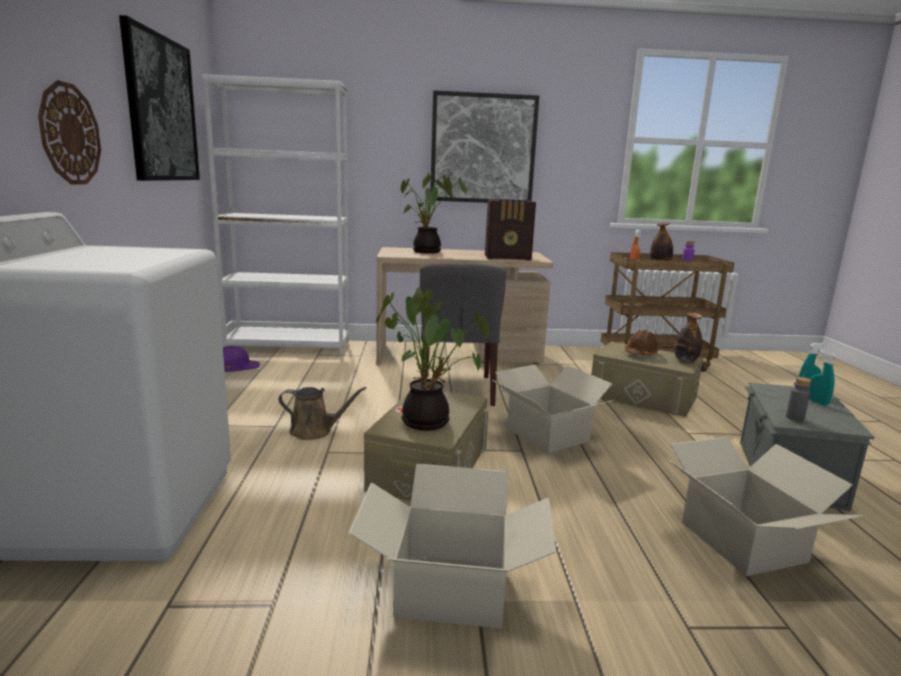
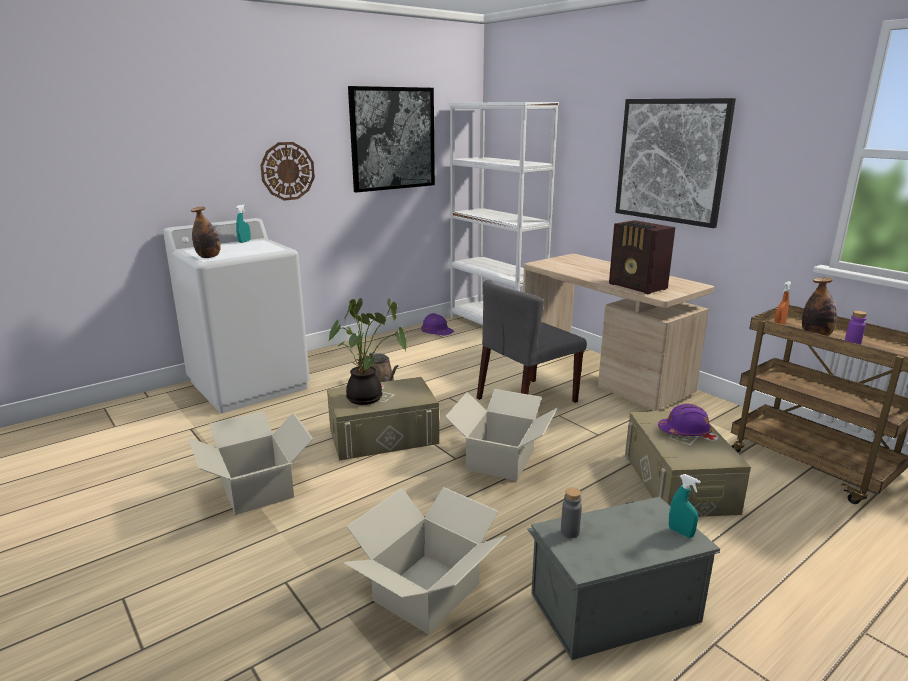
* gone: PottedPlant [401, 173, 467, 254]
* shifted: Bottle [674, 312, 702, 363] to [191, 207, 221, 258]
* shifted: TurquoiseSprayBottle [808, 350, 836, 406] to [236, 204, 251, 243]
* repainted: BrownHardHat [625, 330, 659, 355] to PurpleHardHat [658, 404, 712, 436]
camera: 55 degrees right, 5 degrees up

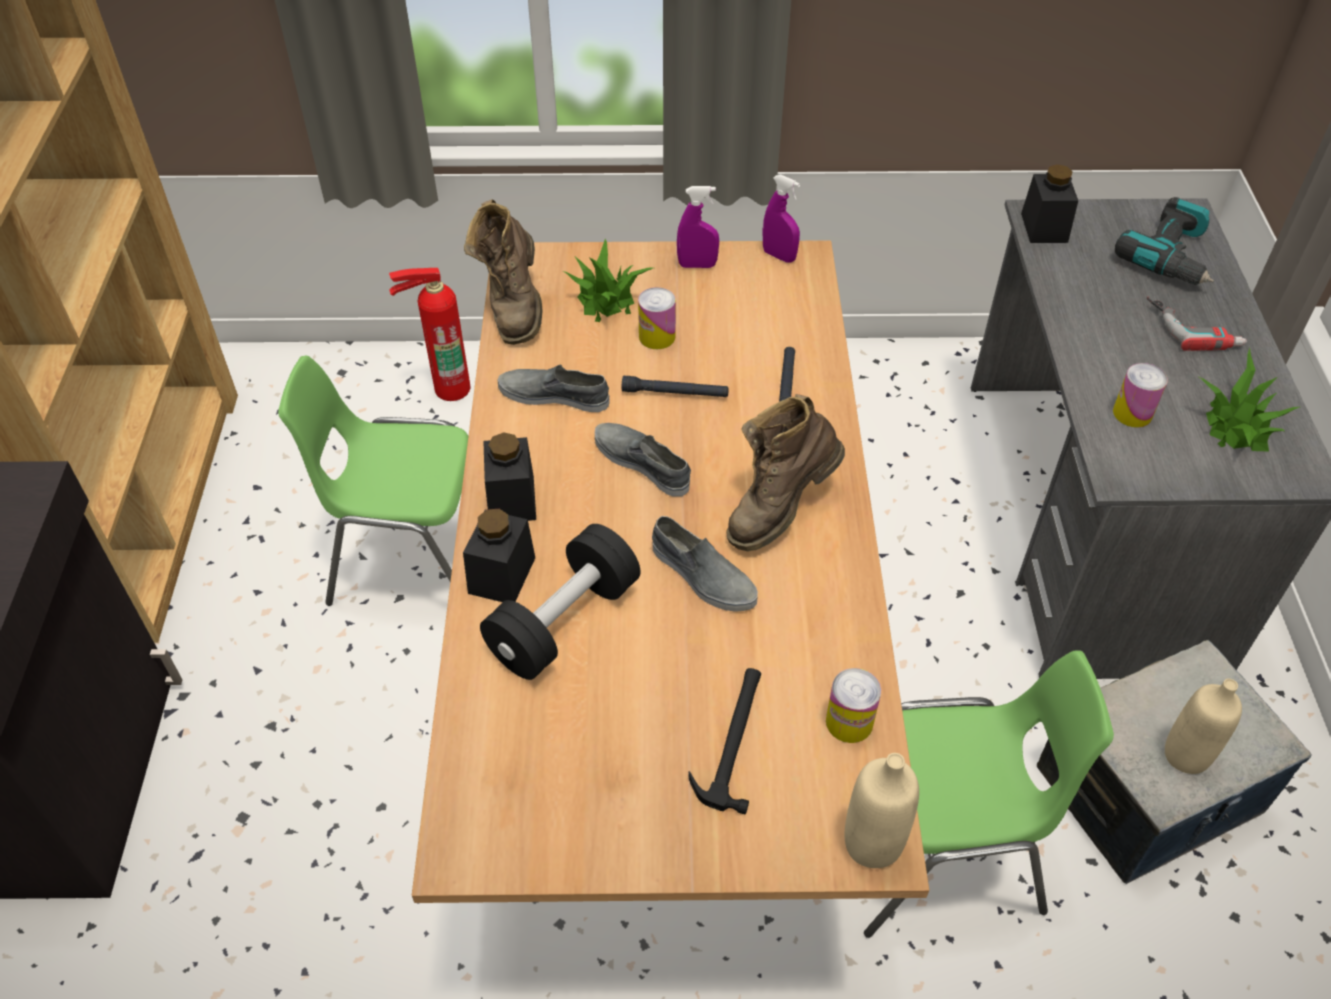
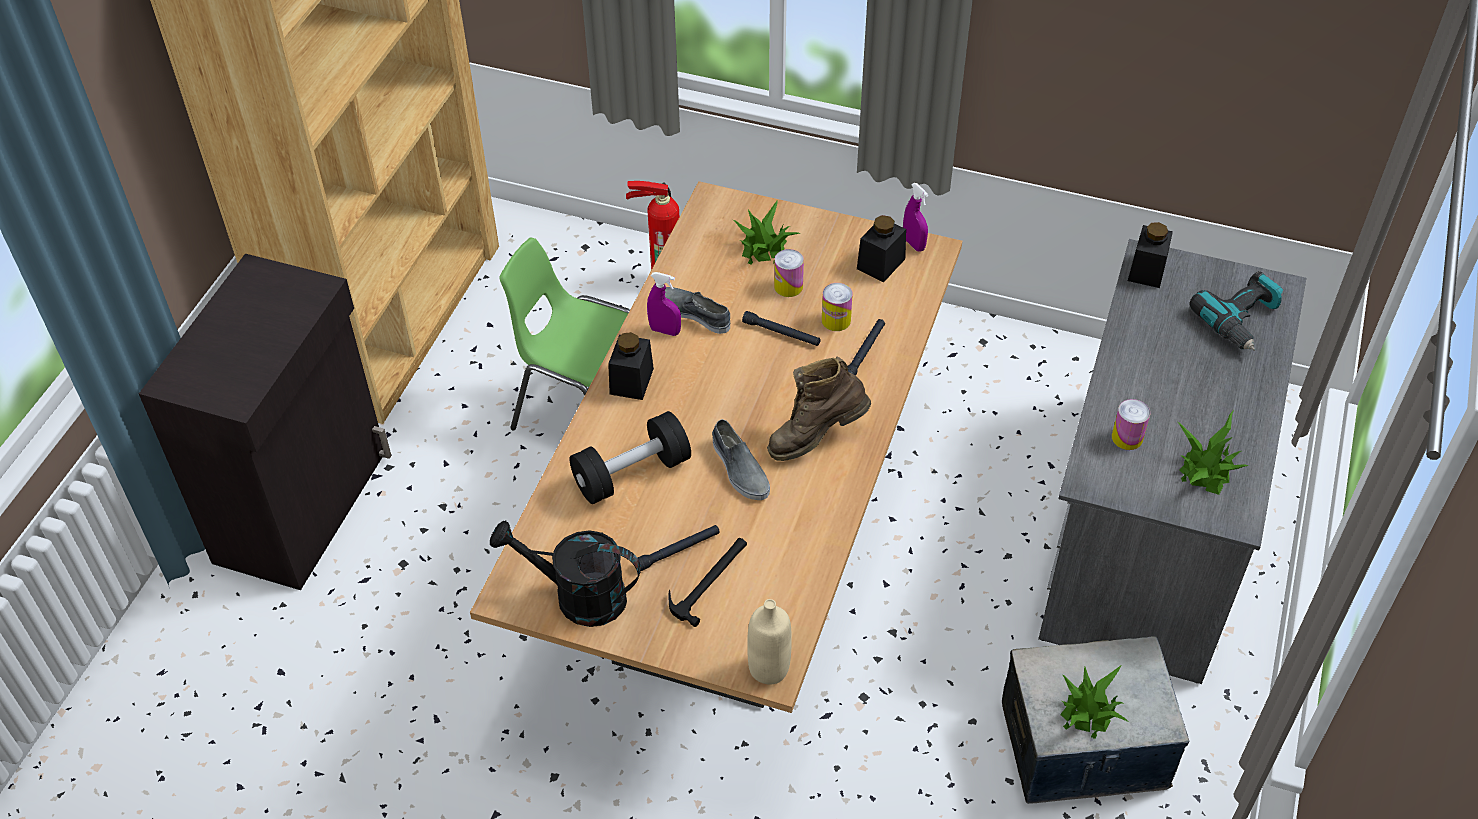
* gone: BrownBoot [464, 199, 543, 345]
* gone: GreyShoe [595, 423, 691, 496]
* gone: GreenChair [864, 650, 1114, 938]
* gone: PowerDrill [1147, 296, 1247, 351]
* new: BlackWateringCan [490, 520, 641, 627]
* new: BlackFlashlight [638, 525, 720, 571]
* shifted: BlackJar [463, 509, 535, 602] to [857, 215, 906, 282]
* shifted: PurpleSprayBottle [677, 186, 719, 268] to [647, 272, 681, 336]
* shifted: Can [826, 668, 881, 743] to [822, 283, 853, 331]
* swapped: BeigeBottle [1165, 678, 1242, 774] to PottedPlant [1060, 666, 1128, 739]
camera: 20 degrees right, 0 degrees up

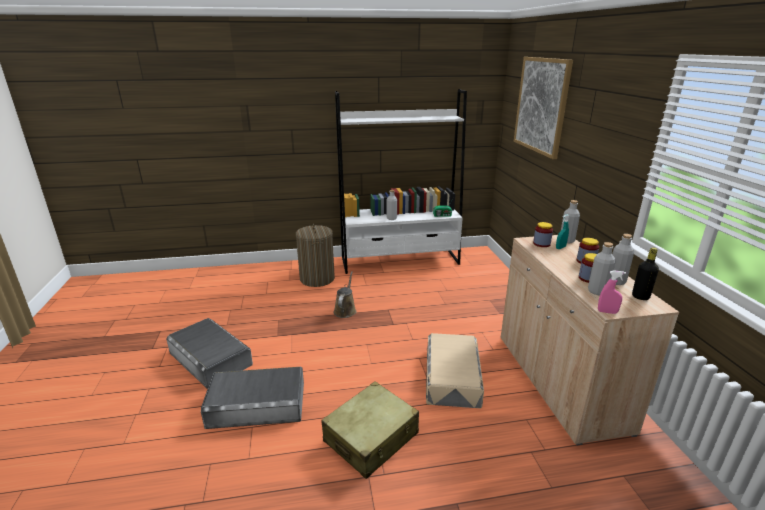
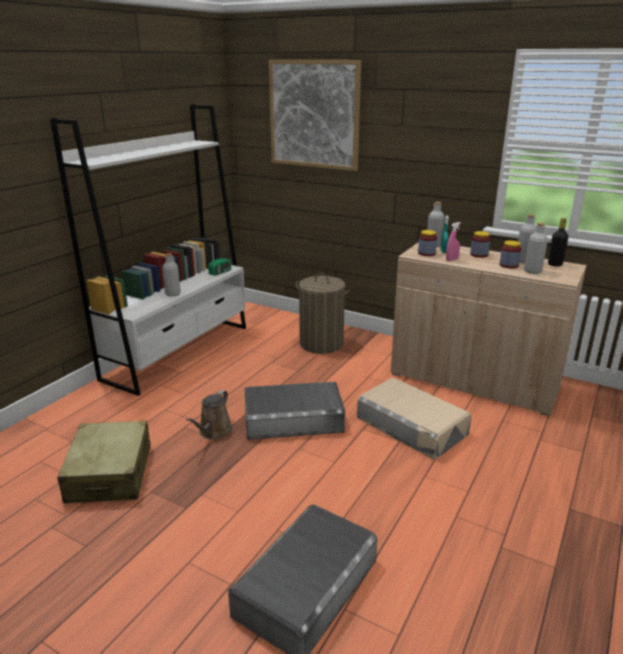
* shifted: GreyStorageBox [166, 318, 253, 389] to [245, 381, 345, 440]
* shifted: LaundryBasket [296, 223, 335, 287] to [296, 273, 350, 354]
* shifted: BeigeSuitcase [321, 381, 419, 479] to [57, 420, 151, 503]
* shifted: PinkSprayBottle [598, 270, 626, 314] to [446, 222, 461, 261]
* rotated: BrownWateringCan [333, 271, 356, 318] = [186, 390, 233, 440] 120 degrees counterclockwise
camera: 50 degrees left, 0 degrees up

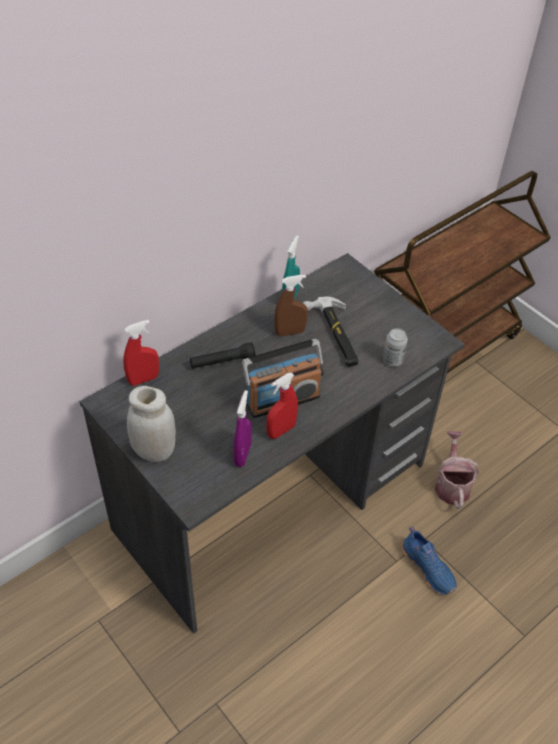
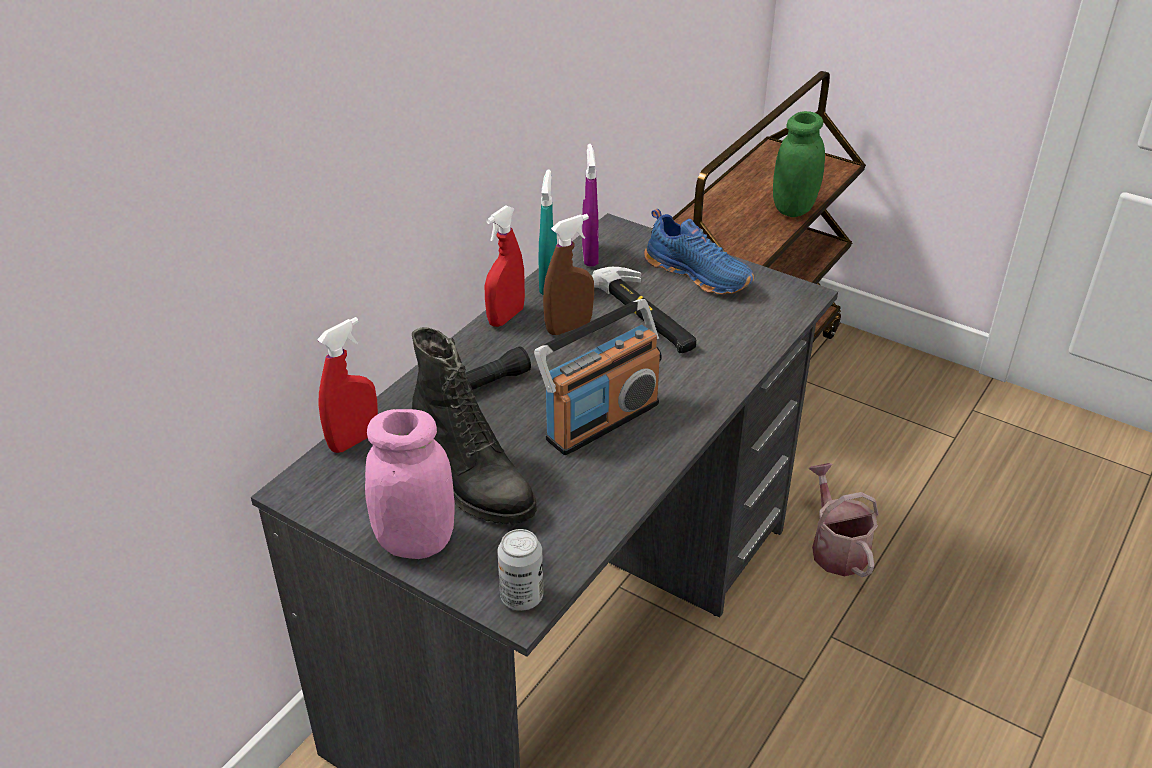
* new: BlackBoot [412, 327, 537, 525]
* new: GreenJar [773, 111, 825, 217]
* shifted: PurpleSprayBottle [234, 390, 252, 467] to [582, 144, 599, 266]
* shifted: RedSprayBottle [266, 372, 298, 439] to [485, 205, 525, 327]
* shifted: Can [383, 328, 408, 367] to [497, 529, 543, 611]
* shifted: BlueShoe [401, 526, 457, 595] to [644, 209, 754, 295]
* repainted: WhiteJar [127, 386, 176, 462] to PinkJar [365, 409, 455, 559]
camera: 15 degrees left, 10 degrees down

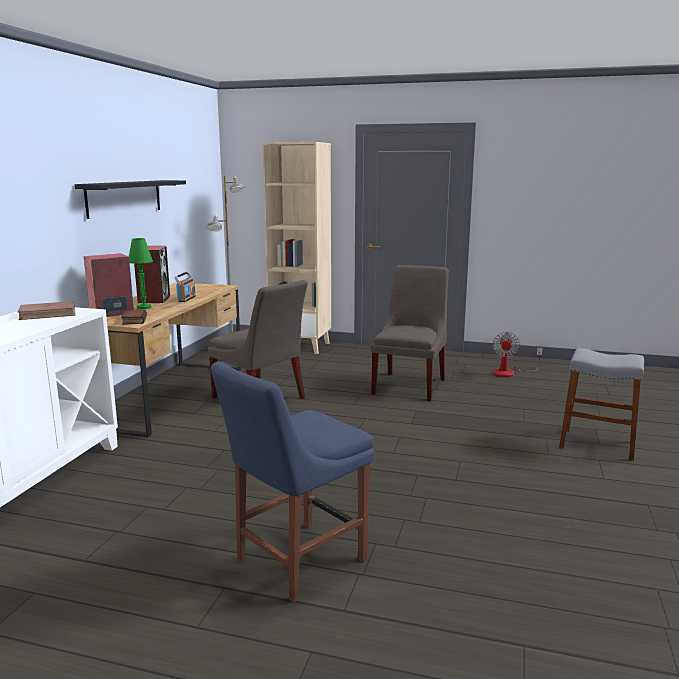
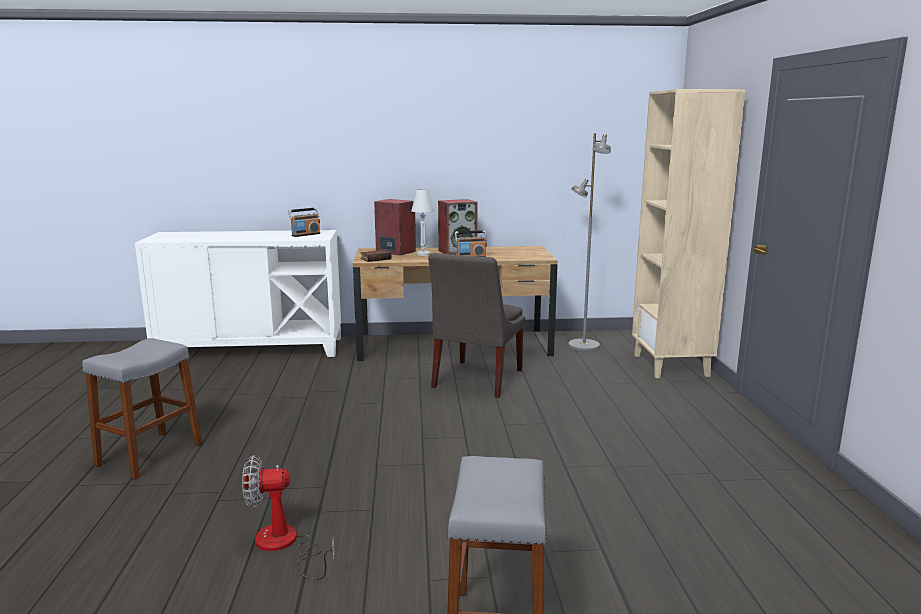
* gone: BlackShelf [75, 180, 186, 219]
* gone: GreyChair [371, 265, 449, 401]
* shifted: Fan [493, 332, 543, 377] to [242, 455, 334, 580]
* swapped: BrownBook [18, 301, 75, 320] to Radio [288, 208, 320, 237]
* swapped: BlueChair [211, 362, 374, 603] to GreyStool [82, 338, 202, 480]
* repainted: GreenTableLamp [129, 238, 153, 310] to WhiteTableLamp [411, 189, 434, 256]
camera: 70 degrees right, 0 degrees up

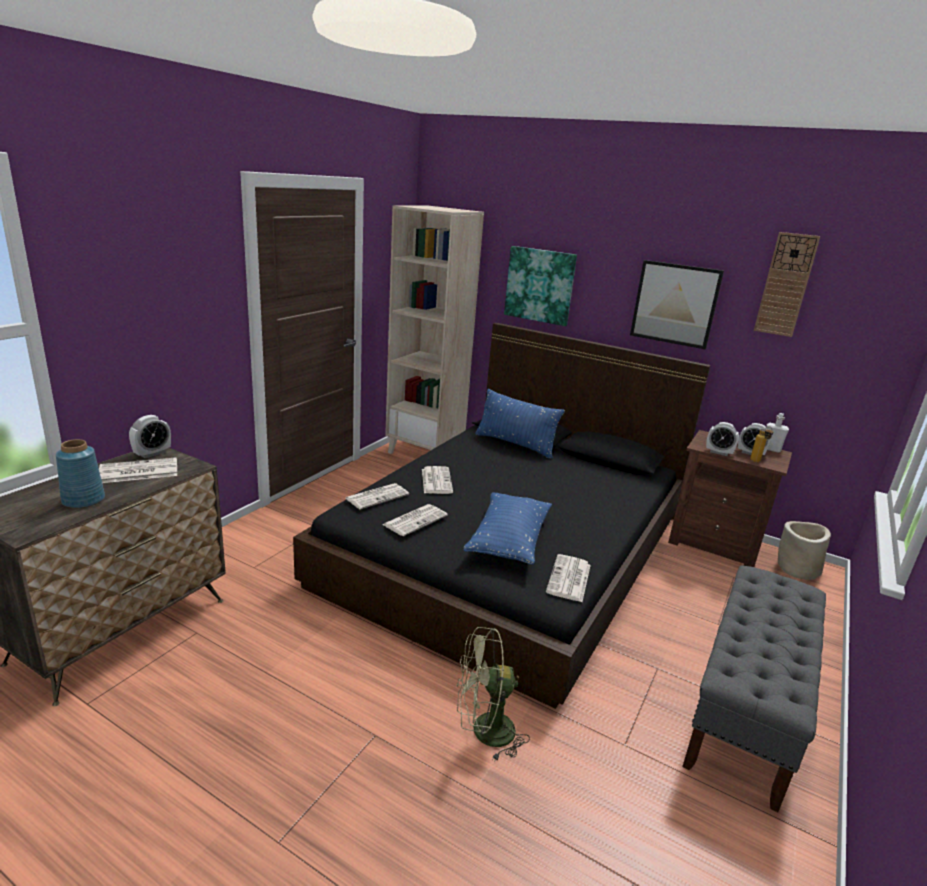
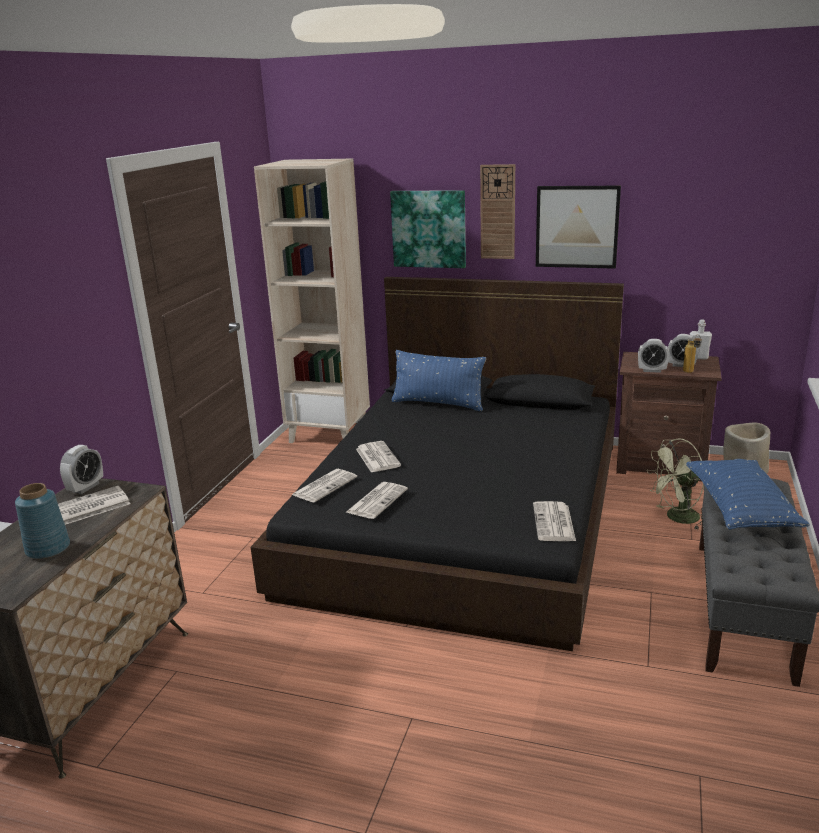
* shifted: GreenFan [457, 627, 530, 762] to [647, 439, 704, 530]
* shifted: BluePillow [464, 493, 552, 564] to [686, 459, 810, 530]
* shifted: WallClock [754, 232, 821, 337] to [480, 164, 515, 259]
camera: 10 degrees left, 0 degrees up

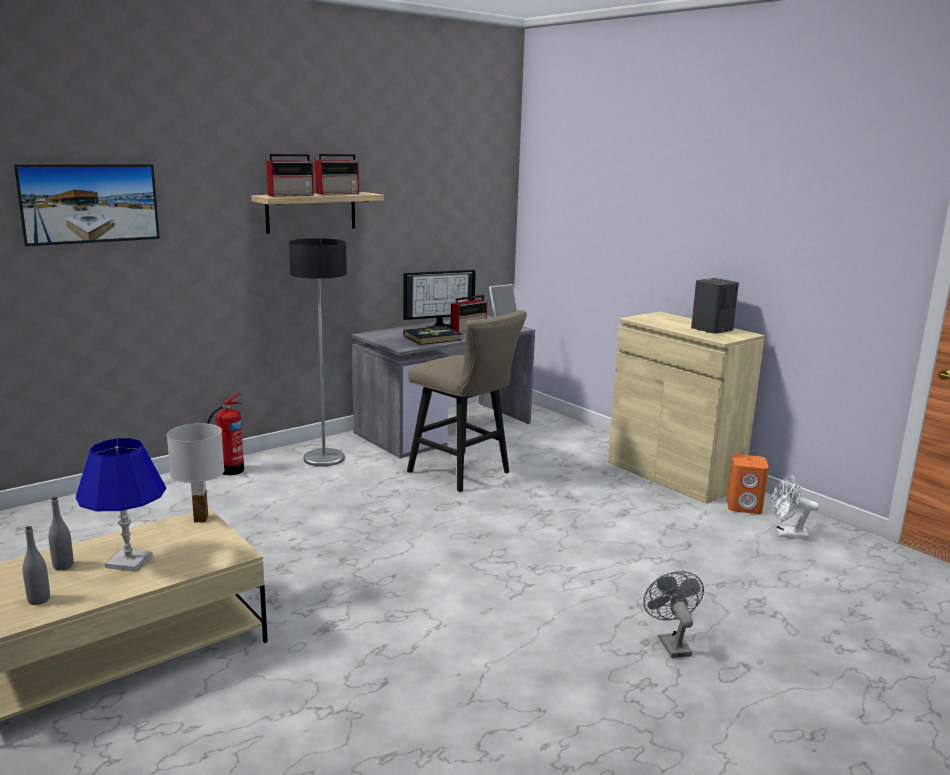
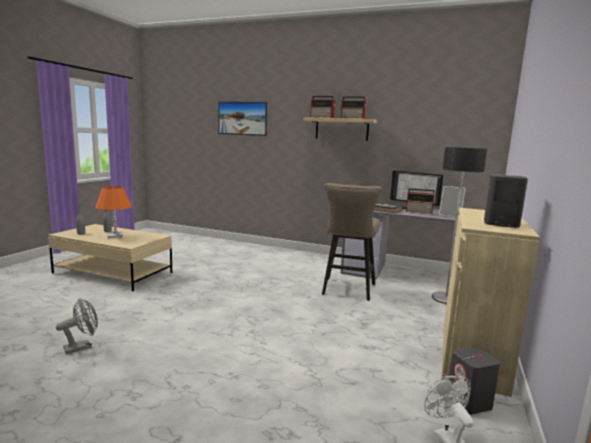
* gone: WhiteTableLamp [167, 423, 224, 523]
* gone: FireExtinguisher [207, 393, 244, 475]
* shifted: FloorLamp [289, 238, 347, 467] to [432, 147, 487, 304]
* shifted: GreyFan [643, 571, 704, 658] to [56, 298, 98, 354]
* repainted: BlueTableLamp [76, 438, 166, 572] to OrangeTableLamp [96, 186, 132, 238]
* repainted: OrangeSpeaker [727, 454, 769, 514] to GreySpeaker [449, 347, 500, 415]
camera: 60 degrees right, 5 degrees down

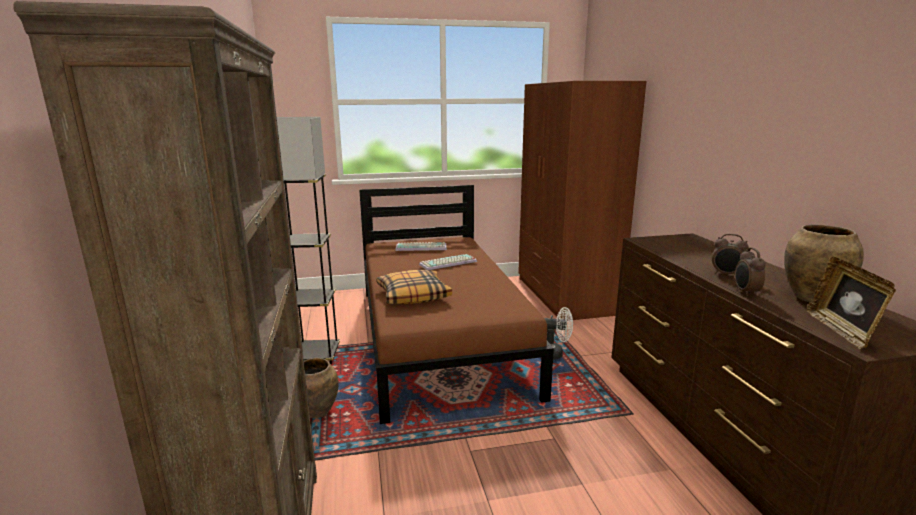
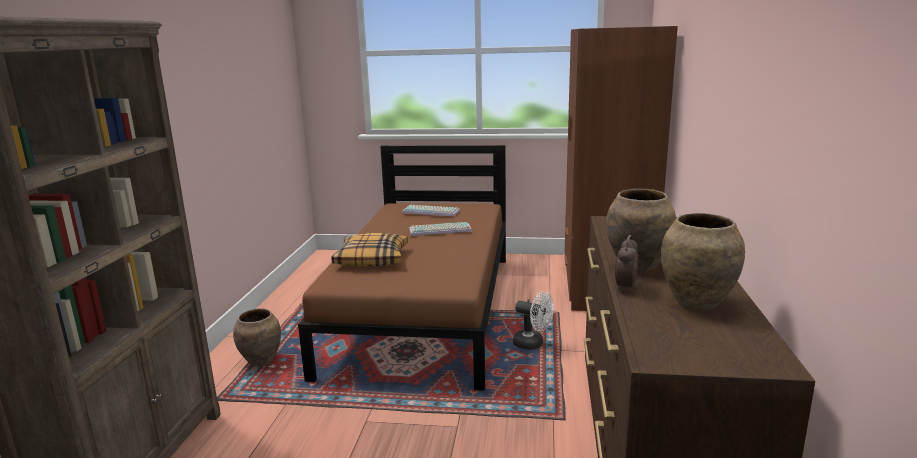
* gone: GreyFloorLamp [277, 117, 340, 364]
* gone: PictureFrame [807, 257, 896, 349]
* swapped: AlarmClock [712, 234, 749, 275] to BrownVase [606, 189, 676, 272]
camera: 20 degrees right, 0 degrees up

